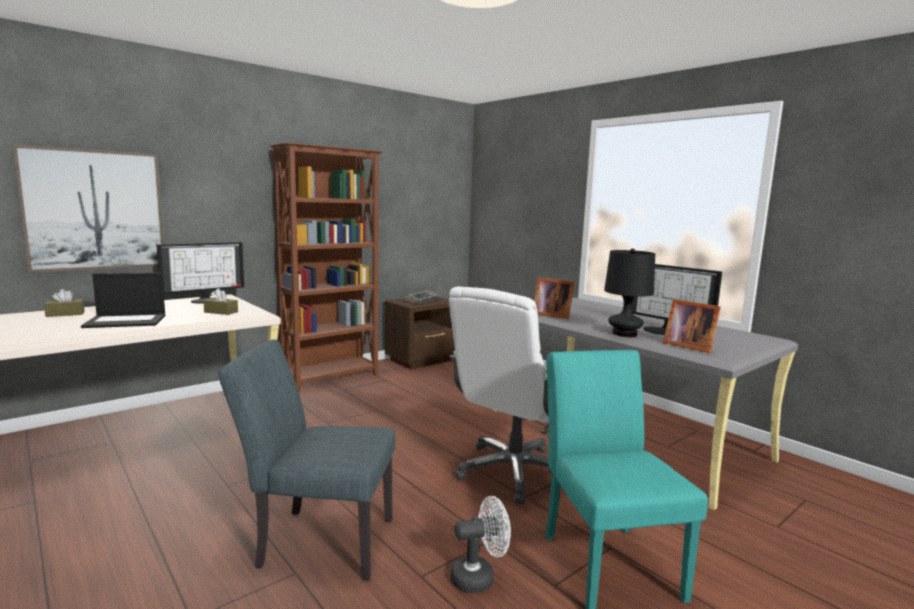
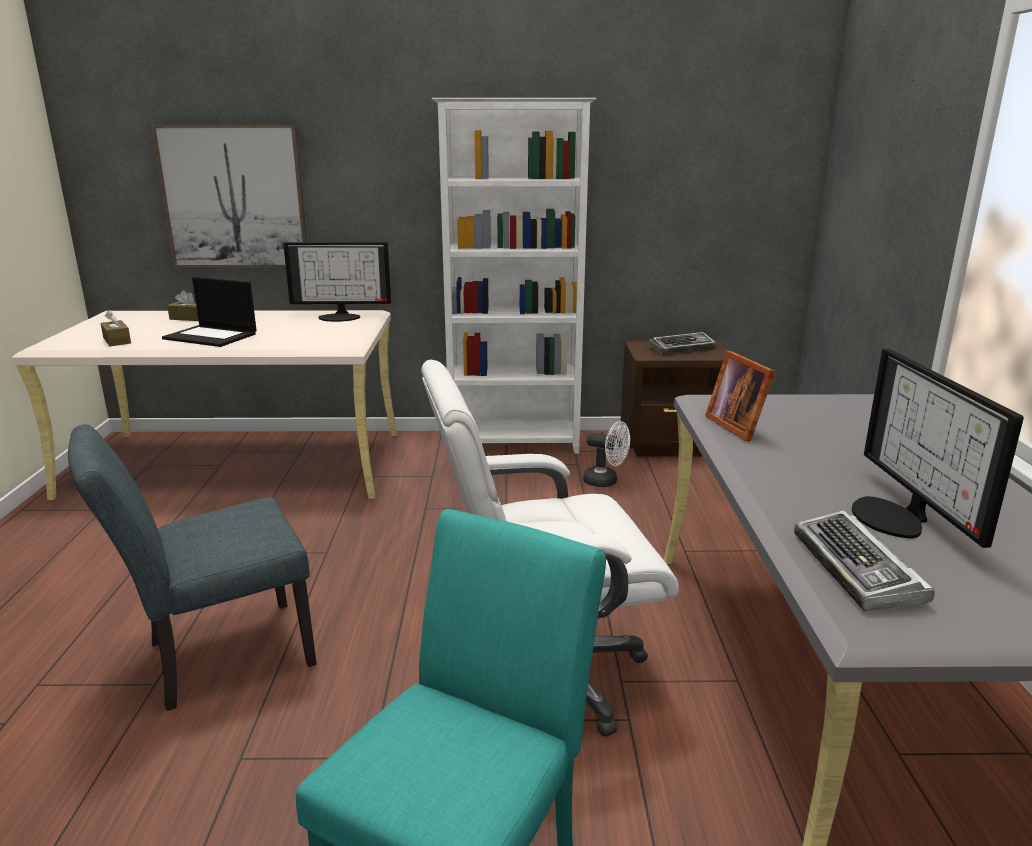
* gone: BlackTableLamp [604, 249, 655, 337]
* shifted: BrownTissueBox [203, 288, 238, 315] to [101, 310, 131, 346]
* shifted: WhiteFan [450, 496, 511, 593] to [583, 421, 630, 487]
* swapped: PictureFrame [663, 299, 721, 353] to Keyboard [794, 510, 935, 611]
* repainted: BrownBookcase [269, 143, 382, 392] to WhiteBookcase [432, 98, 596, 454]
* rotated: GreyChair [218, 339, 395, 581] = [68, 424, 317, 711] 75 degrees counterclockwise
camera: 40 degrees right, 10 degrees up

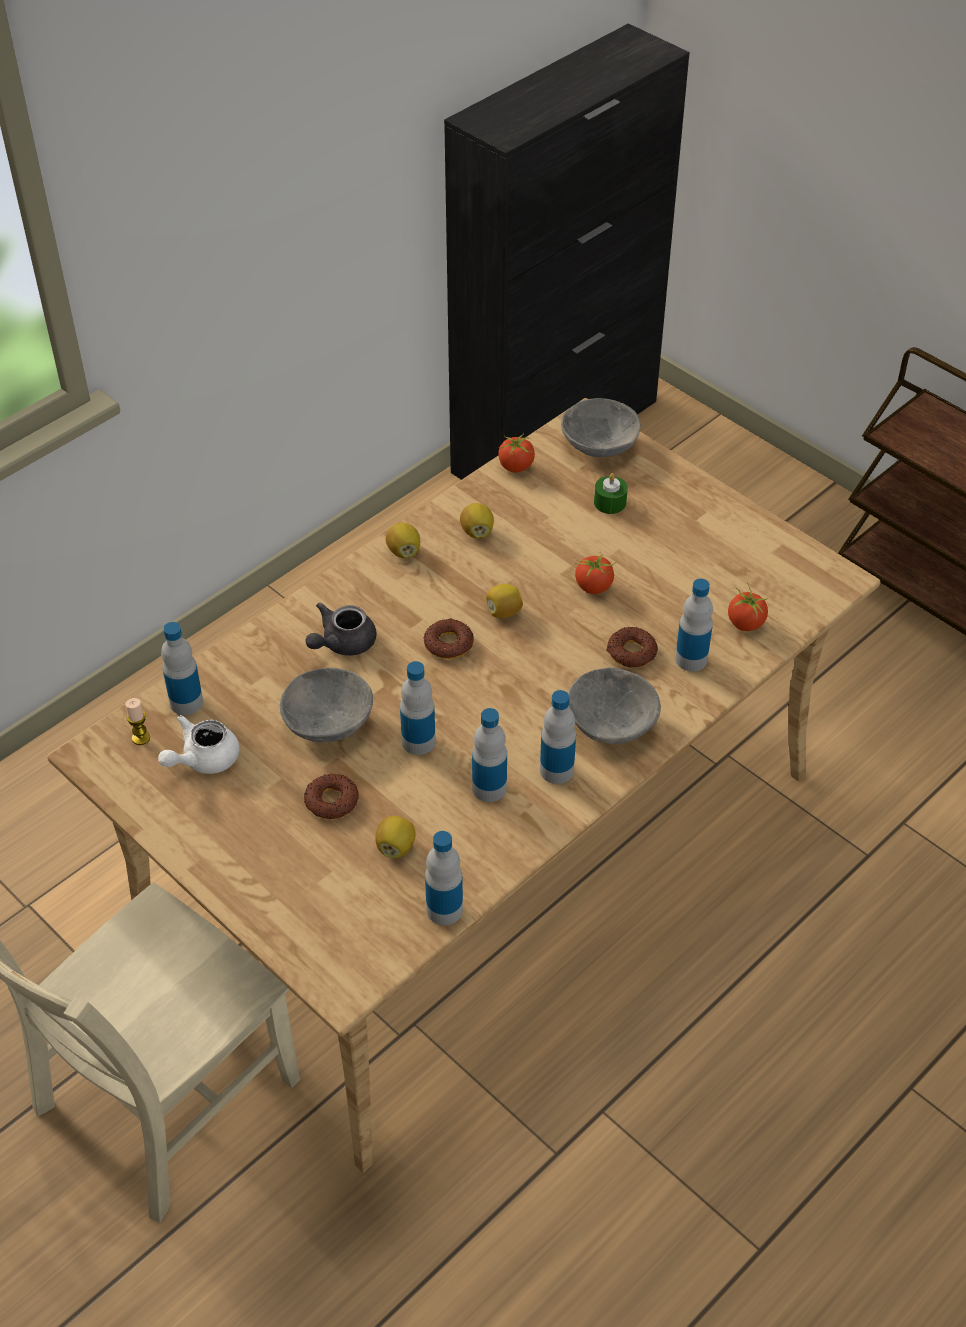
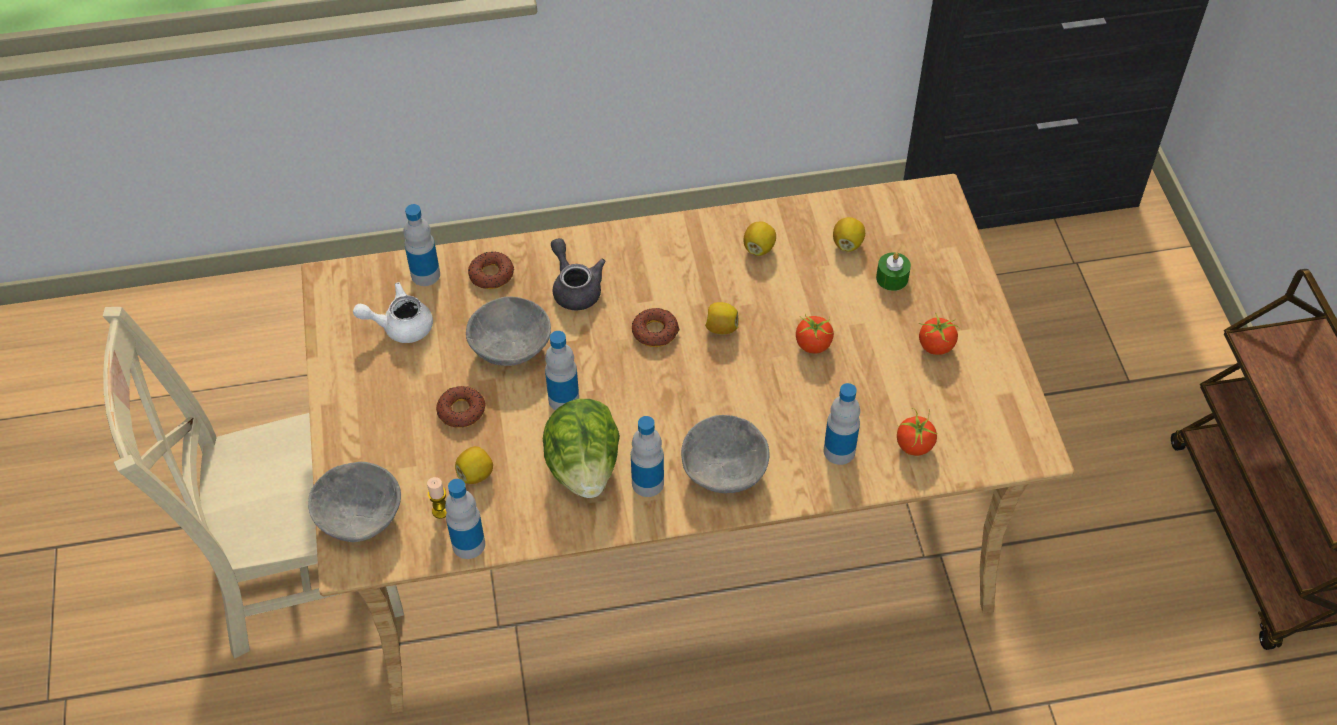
* shifted: Candle [125, 698, 150, 745] to [427, 477, 447, 519]
* shifted: Lemon [386, 523, 420, 558] to [833, 217, 865, 252]
* shifted: Tomato [498, 433, 535, 473] to [919, 313, 960, 355]
* shifted: GreyBowl [561, 398, 641, 457] to [308, 462, 401, 542]
* shifted: Donut [606, 627, 658, 667] to [468, 252, 514, 289]
* swapped: Bottle [472, 708, 507, 802] to Lettuce [543, 399, 620, 498]
* rotated: GreyTeapot [305, 603, 376, 656] = [551, 238, 606, 310] 75 degrees clockwise
camera: 35 degrees right, 5 degrees up

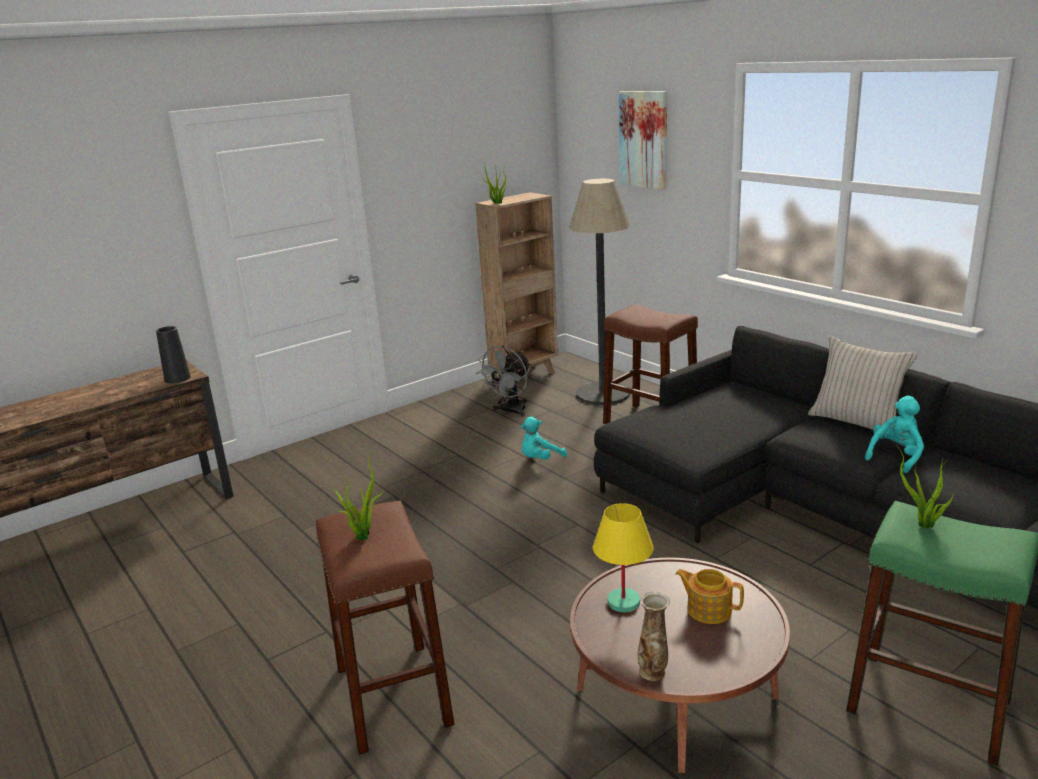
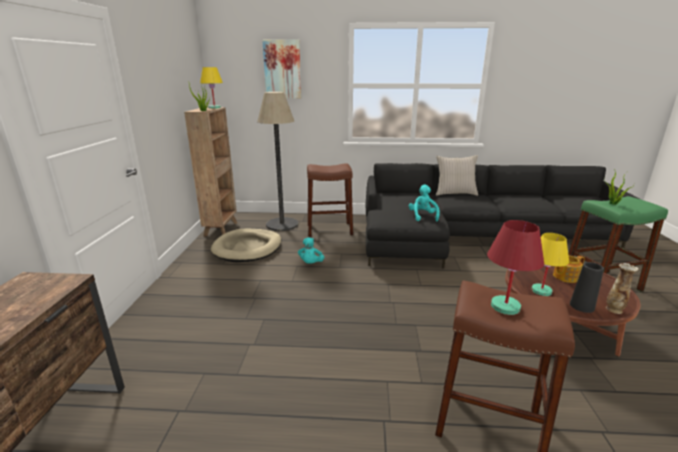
* new: YellowTableLamp [200, 67, 223, 109]
* shifted: BlackVase [156, 326, 191, 384] to [570, 262, 604, 313]
* shifted: TurquoisePlushToy [865, 396, 924, 473] to [409, 185, 440, 221]
* swapped: PottedPlant [333, 449, 383, 540] to RedTableLamp [487, 220, 544, 315]
* swapped: GreyFan [476, 346, 531, 417] to BeigeDogBed [211, 229, 281, 262]
camera: 50 degrees left, 0 degrees up

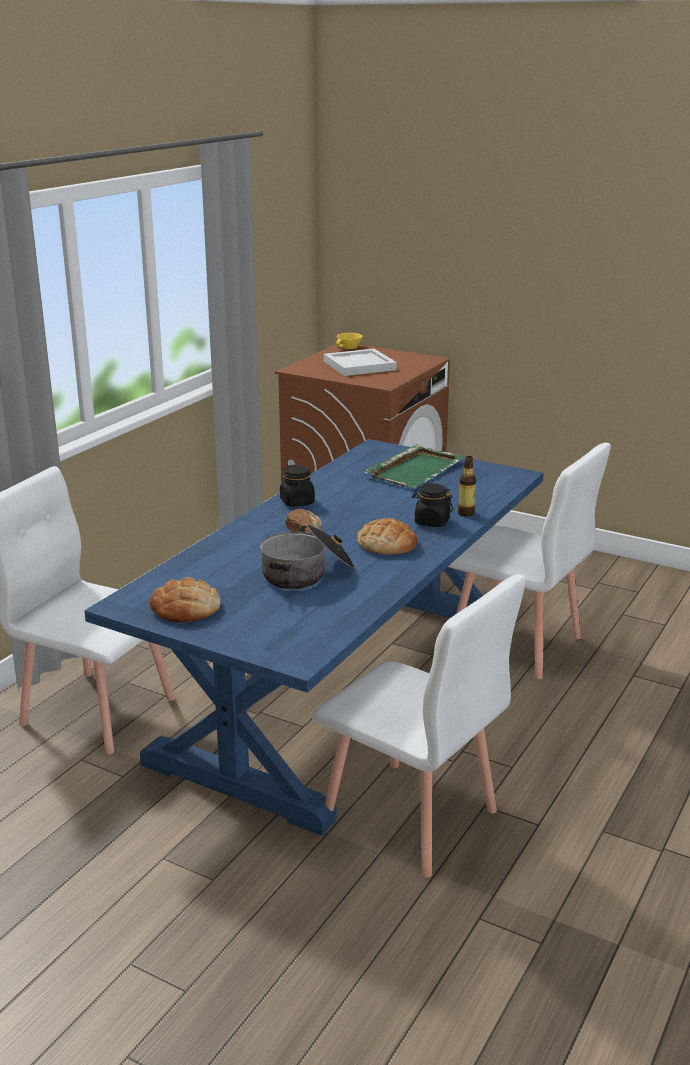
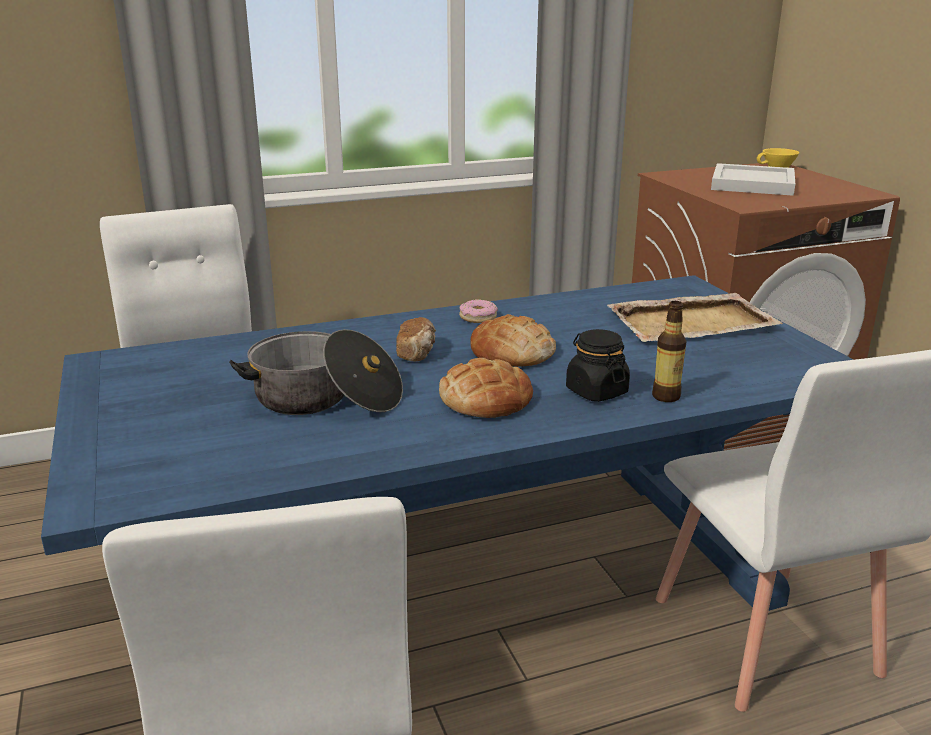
* shifted: Bread [150, 578, 221, 622] to [470, 314, 556, 367]
* swapped: BlackJar [280, 465, 315, 507] to Donut [459, 299, 498, 323]
* repainted: GreenTray [363, 444, 465, 488] to BeigeTray [607, 293, 783, 342]
camera: 40 degrees right, 0 degrees up

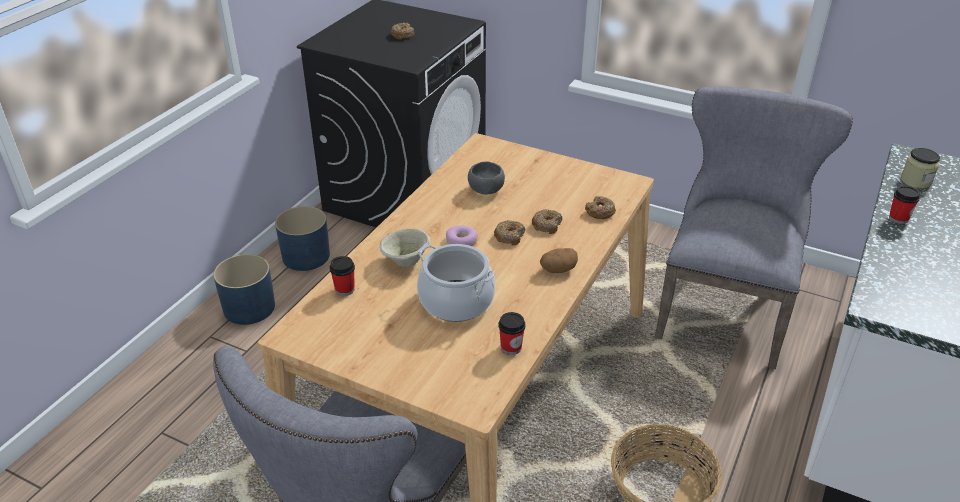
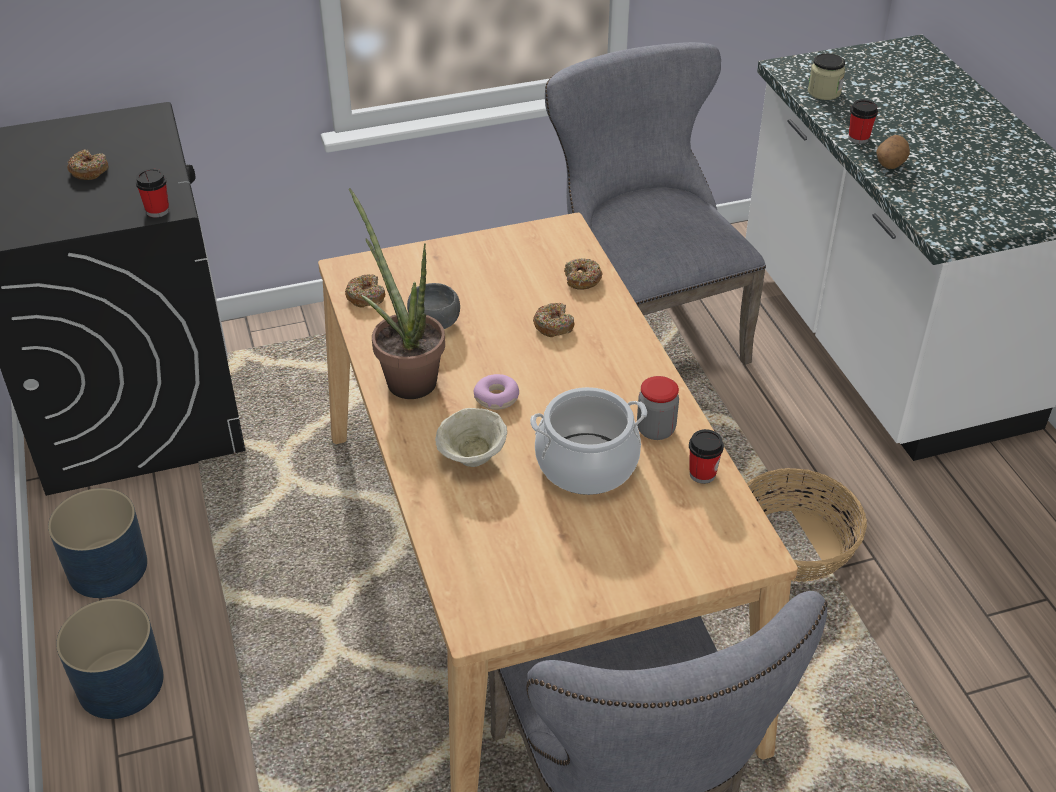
* new: PottedPlant [349, 188, 445, 399]
* new: Jar [637, 376, 679, 440]
* shifted: Cup [330, 256, 355, 296] to [136, 169, 169, 217]
* shifted: Donut [494, 220, 525, 246] to [345, 274, 385, 308]
* shifted: Potato [540, 248, 578, 273] to [876, 135, 910, 169]
camera: 45 degrees left, 5 degrees up

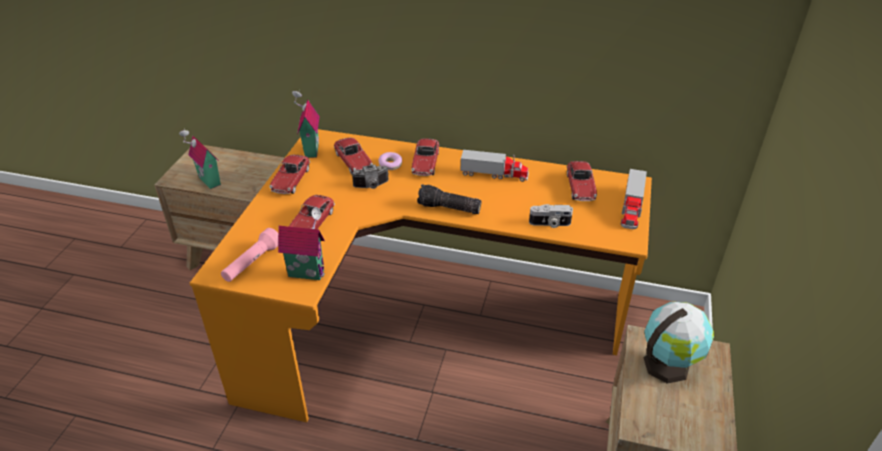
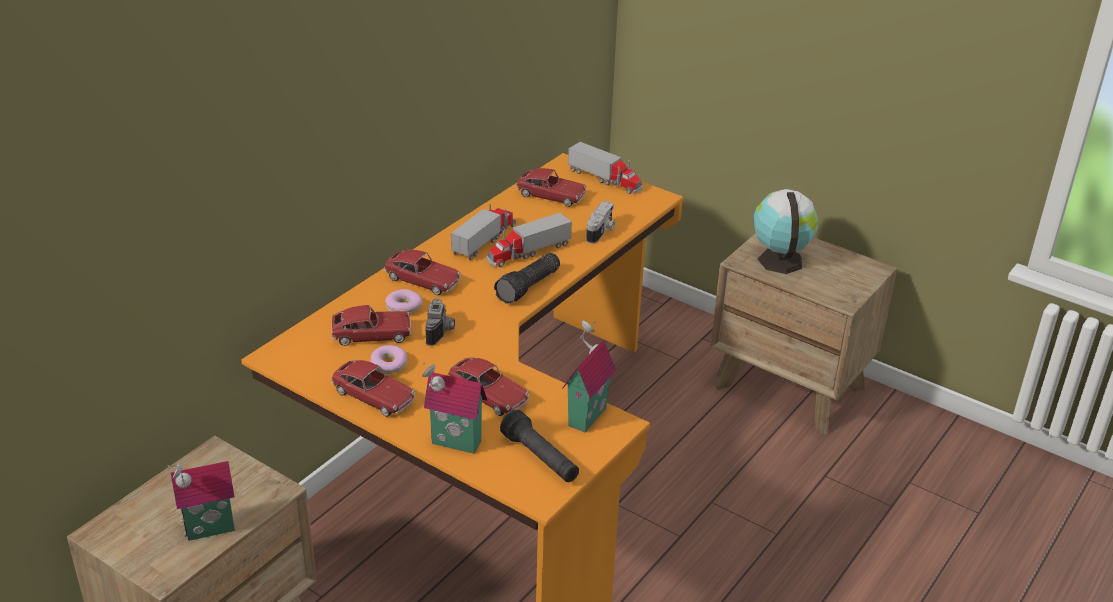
* new: Donut [370, 345, 407, 374]
* new: ToyTruck [486, 213, 572, 267]
* shifted: ToyHouse [292, 89, 320, 158] to [422, 363, 487, 454]
* repainted: PinkFlashlight [221, 228, 278, 282] to BlackFlashlight [500, 410, 579, 482]
camera: 70 degrees left, 5 degrees down

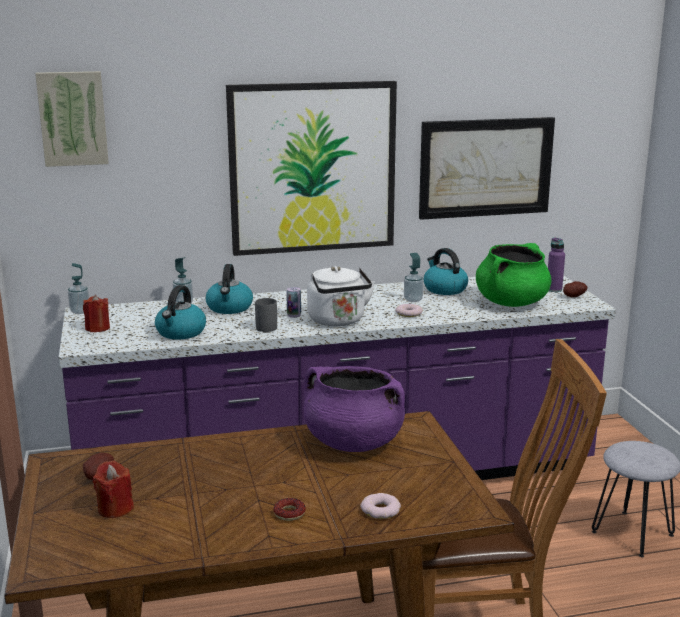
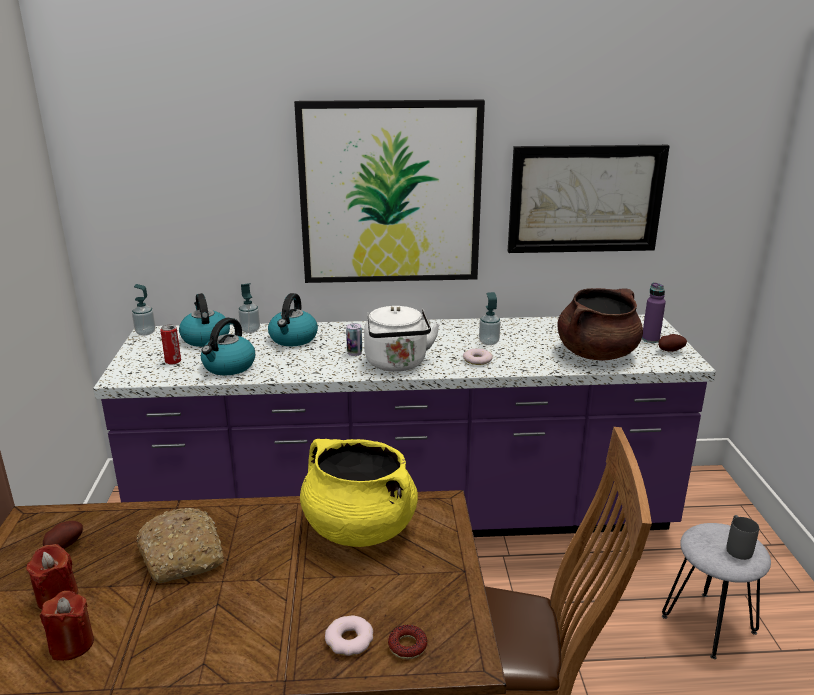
* gone: Picture [35, 71, 109, 167]
* new: Bread [137, 508, 224, 583]
* new: Can [160, 325, 181, 364]
* shifted: RedCandle [83, 295, 110, 332] to [40, 591, 94, 661]
* shifted: GreyMug [255, 298, 277, 332] to [726, 515, 759, 560]
* shifted: Donut [273, 498, 306, 521] to [388, 625, 427, 659]
* shifted: Kettle [424, 248, 468, 295] to [179, 293, 230, 347]
* repainted: PurpleCookingPot [303, 366, 405, 452] to YellowCookingPot [300, 439, 418, 547]
* repainted: GreenCookingPot [476, 243, 551, 307] to BrownCookingPot [557, 288, 643, 360]
camera: 10 degrees right, 5 degrees up

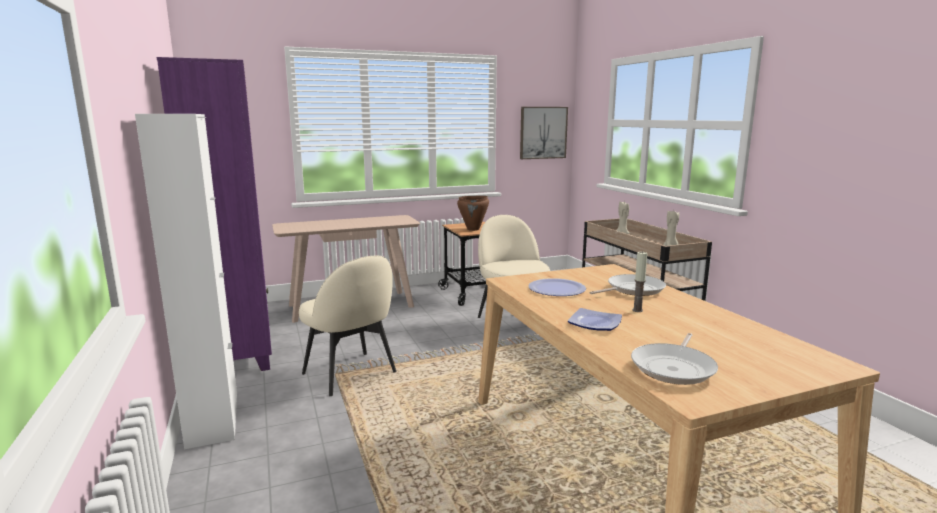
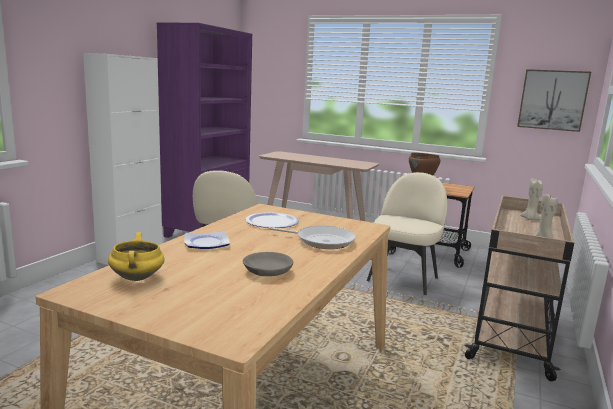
* gone: Candle [632, 251, 647, 312]
* new: GreyBowl [243, 252, 293, 276]
* swapped: FryingPan [631, 333, 718, 385] to YellowCookingPot [108, 232, 165, 281]
camera: 45 degrees right, 0 degrees up

